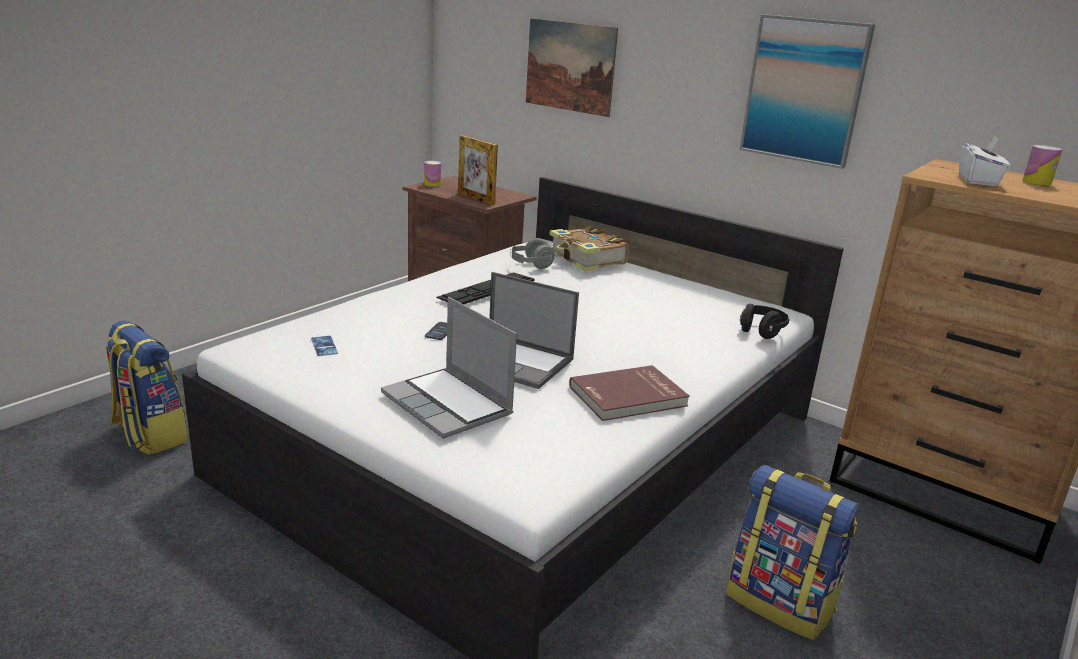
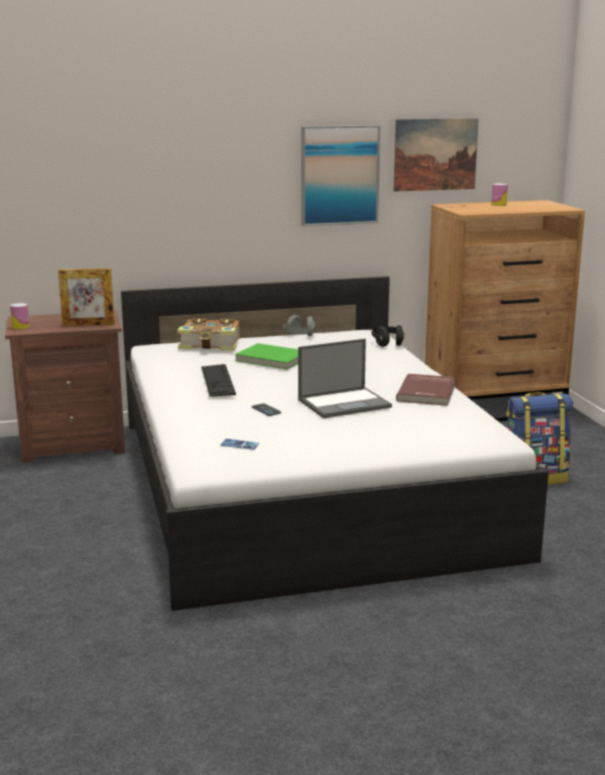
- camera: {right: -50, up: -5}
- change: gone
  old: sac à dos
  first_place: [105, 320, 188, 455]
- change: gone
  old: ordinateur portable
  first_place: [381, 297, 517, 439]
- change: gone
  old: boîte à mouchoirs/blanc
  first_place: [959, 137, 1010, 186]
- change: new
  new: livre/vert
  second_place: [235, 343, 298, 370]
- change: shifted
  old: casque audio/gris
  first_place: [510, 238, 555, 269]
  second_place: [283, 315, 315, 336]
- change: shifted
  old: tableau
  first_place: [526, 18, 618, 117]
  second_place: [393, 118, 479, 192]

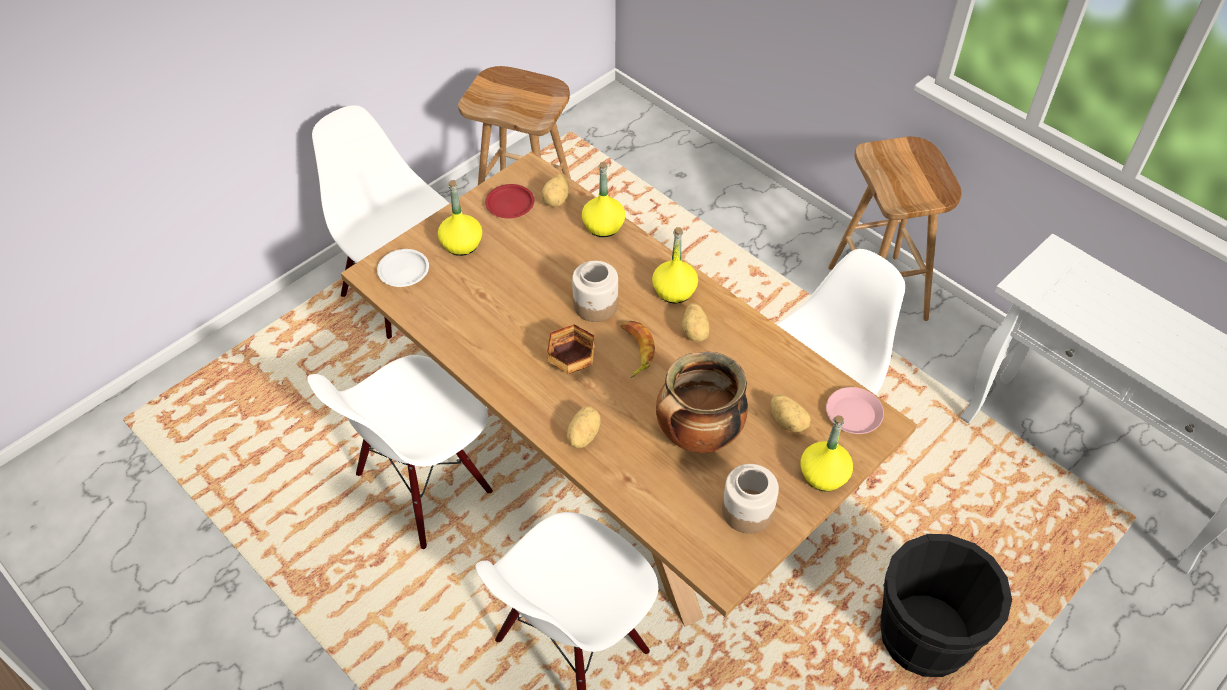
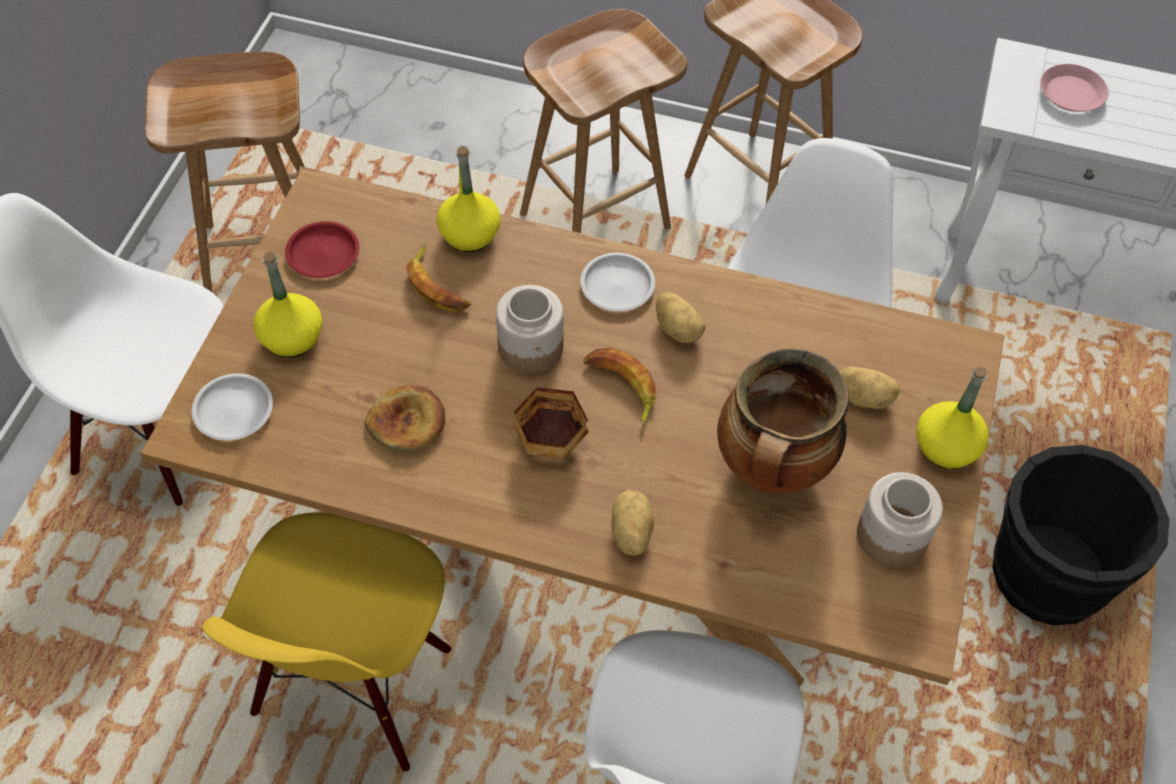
- camera: {right: -30, up: 5}
- change: gone
  old: pomme de terre
  first_place: [542, 174, 569, 207]
- change: new
  new: pain
  second_place: [364, 385, 445, 452]
- change: new
  new: banane
  second_place: [407, 242, 471, 312]
- change: new
  new: tabouret/marron
  second_place: [520, 9, 687, 233]
- change: shifted
  old: assiette/rose
  first_place: [826, 387, 884, 434]
  second_place: [1040, 64, 1108, 112]
- change: swapped
  old: bouteille/jaune
  new: assiette/blanc
  first_place: [652, 227, 698, 303]
  second_place: [580, 253, 655, 311]
- change: repainted
  old: chaise/blanc
  new: chaise/jaune
  first_place: [307, 355, 493, 549]
  second_place: [202, 512, 451, 772]

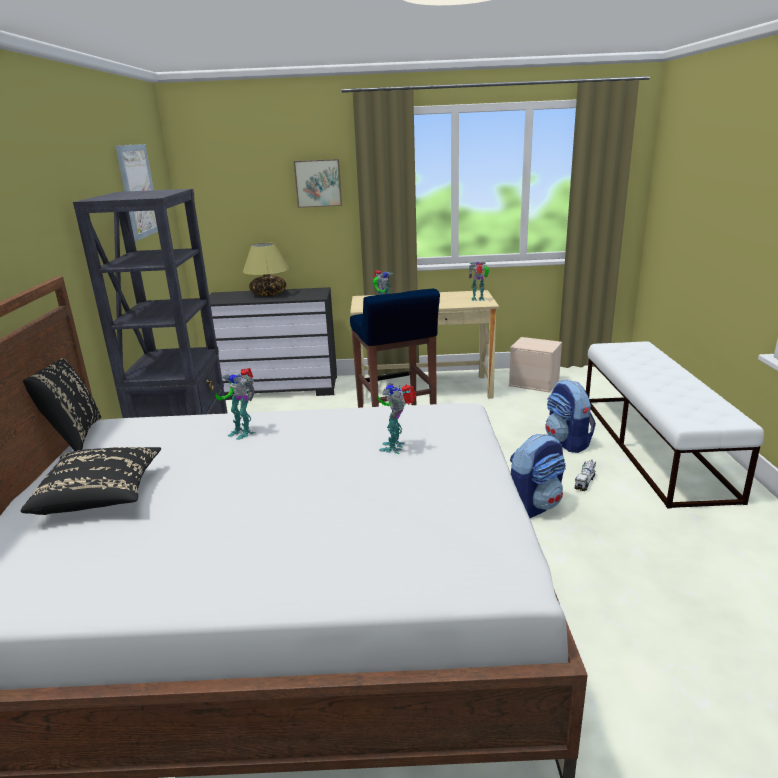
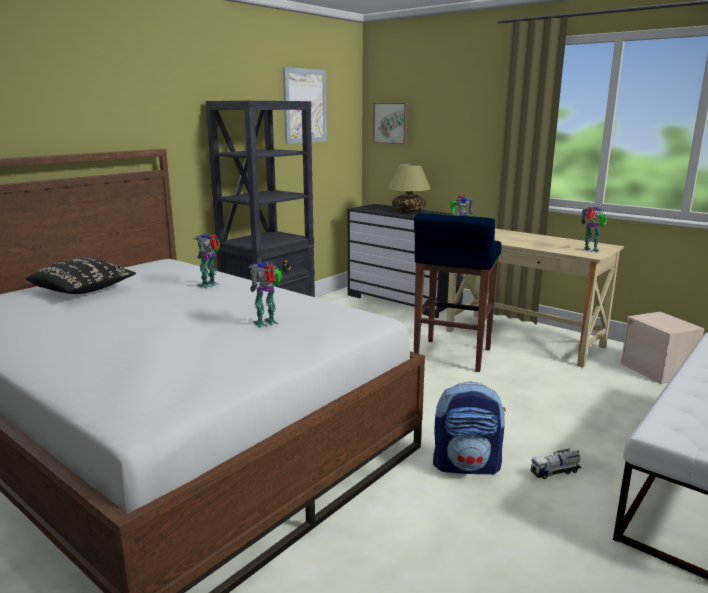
- camera: {right: 40, up: -5}
- change: gone
  old: coussin/noir
  first_place: [23, 358, 101, 451]
- change: gone
  old: sac à dos
  first_place: [545, 380, 596, 453]
- change: shifted
  old: tableau
  first_place: [294, 159, 342, 208]
  second_place: [373, 103, 408, 144]
- change: rotated
  old: robot jouet
  first_place: [216, 368, 256, 440]
  second_place: [193, 233, 220, 289]
  degrees: 45

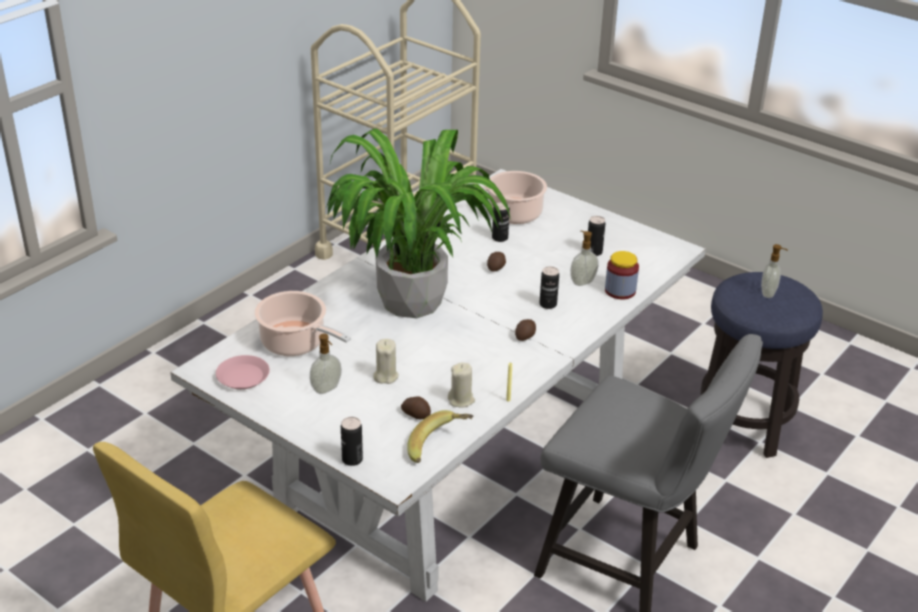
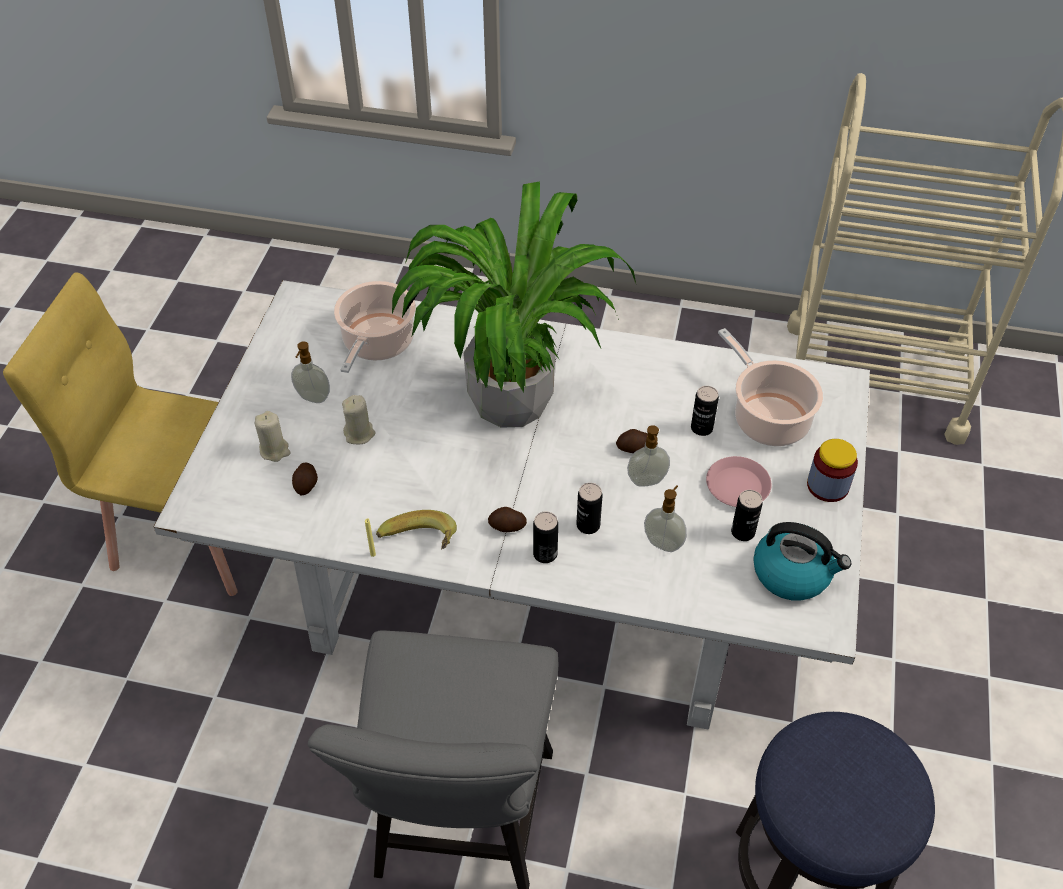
- camera: {right: 65, up: 15}
- change: new
  new: bouilloire
  second_place: [753, 522, 851, 601]
- change: shifted
  old: assiette/rose
  first_place: [216, 355, 270, 389]
  second_place: [706, 456, 772, 507]
- change: shifted
  old: boîte métallique
  first_place: [341, 417, 363, 466]
  second_place: [533, 511, 558, 563]
- change: shifted
  old: banane
  first_place: [407, 410, 473, 463]
  second_place: [376, 510, 457, 550]
- change: shifted
  old: bougie/beige
  first_place: [448, 362, 475, 408]
  second_place: [255, 411, 290, 462]
- change: shifted
  old: bocal
  first_place: [605, 251, 639, 300]
  second_place: [807, 439, 858, 502]
- change: shifted
  old: distributeur de savon
  first_place: [761, 244, 788, 298]
  second_place: [627, 425, 670, 487]

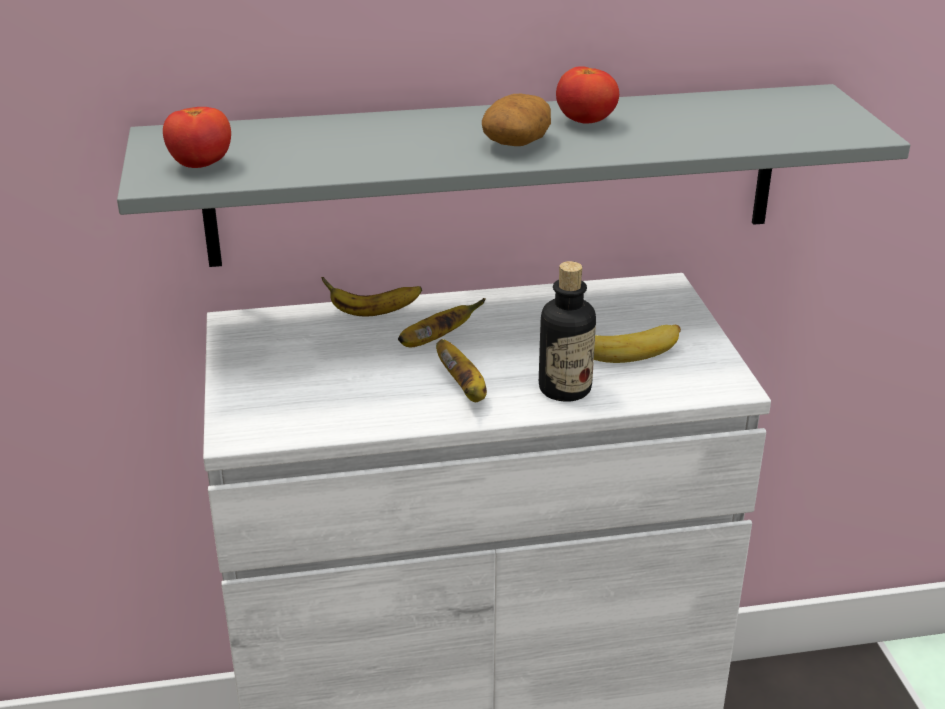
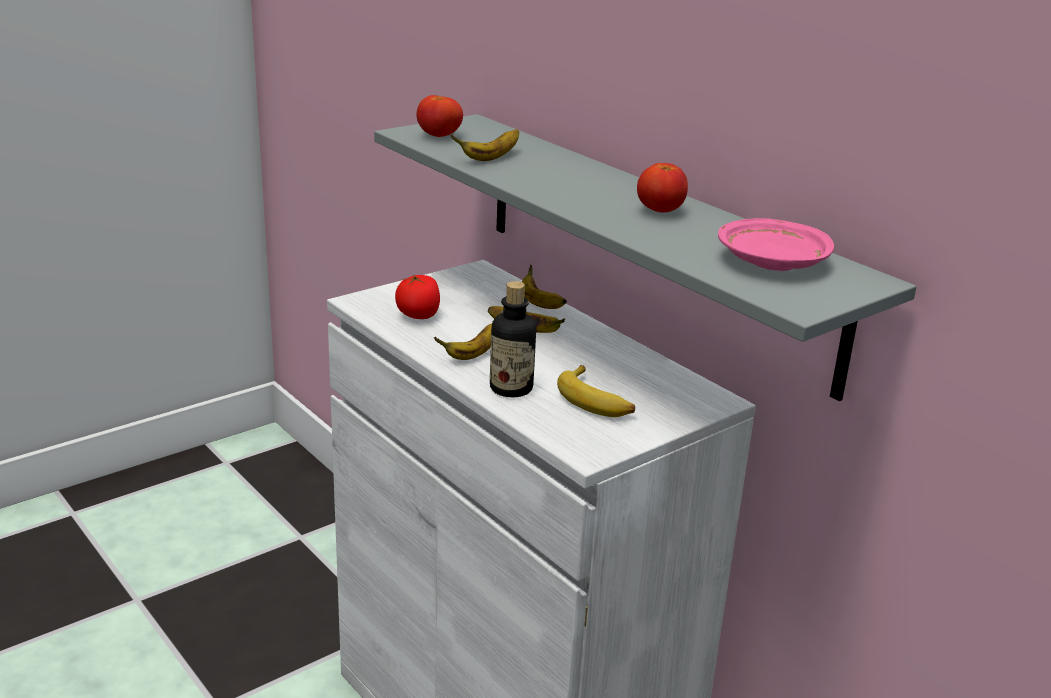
- camera: {right: 60, up: -5}
- change: gone
  old: pomme de terre
  first_place: [482, 94, 551, 146]
- change: new
  new: tomate
  second_place: [395, 274, 440, 319]
- change: new
  new: banane
  second_place: [451, 129, 519, 161]
- change: new
  new: assiette/rose
  second_place: [718, 218, 834, 271]

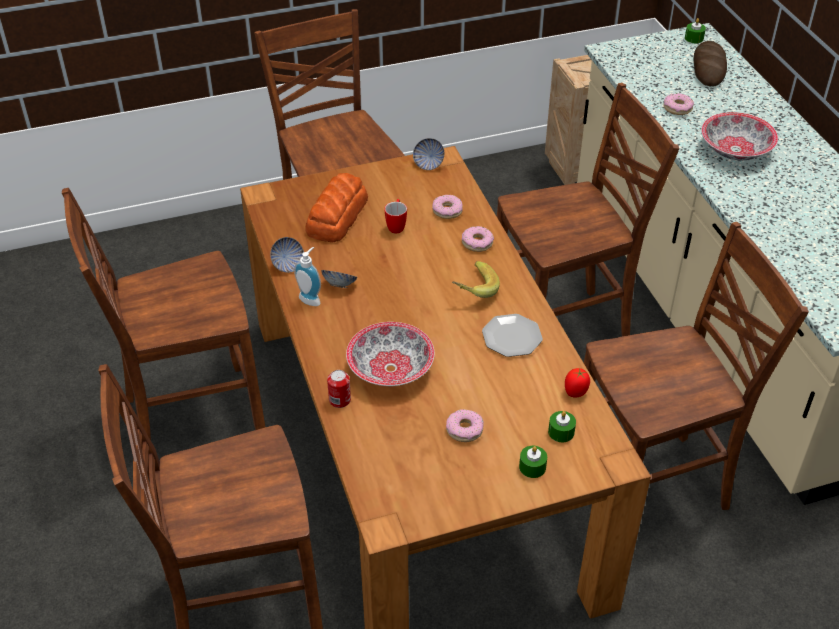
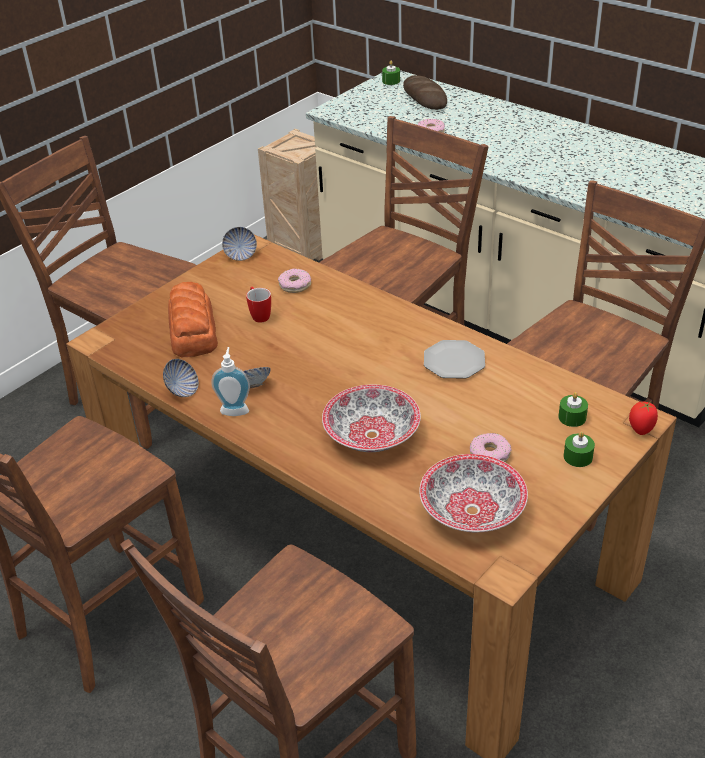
- camera: {right: -30, up: -5}
- change: gone
  old: boîte métallique
  first_place: [327, 370, 351, 408]
- change: gone
  old: banane
  first_place: [452, 261, 500, 298]
- change: gone
  old: beignet
  first_place: [462, 226, 494, 252]
- change: shifted
  old: tomate
  first_place: [565, 368, 590, 397]
  second_place: [629, 402, 658, 435]
- change: shifted
  old: bol
  first_place: [701, 112, 778, 160]
  second_place: [419, 454, 528, 532]

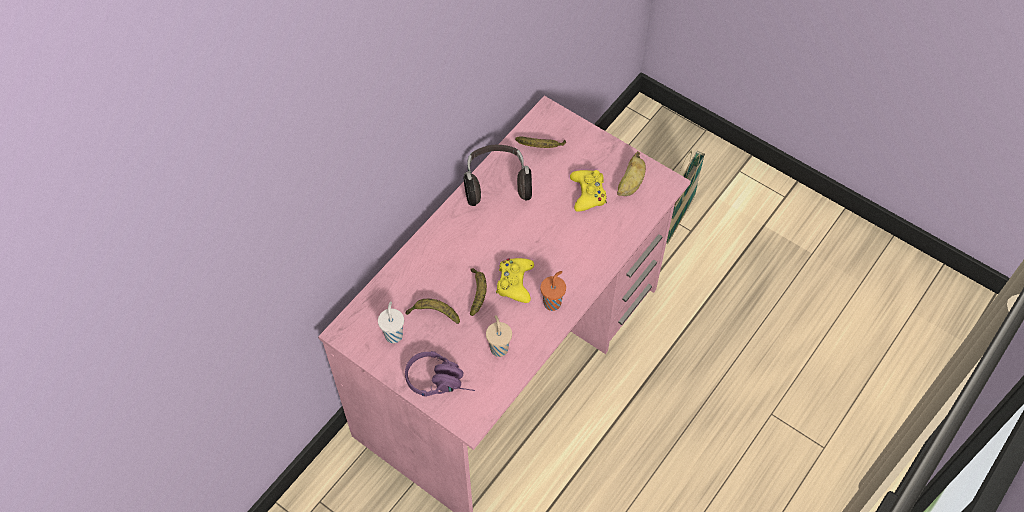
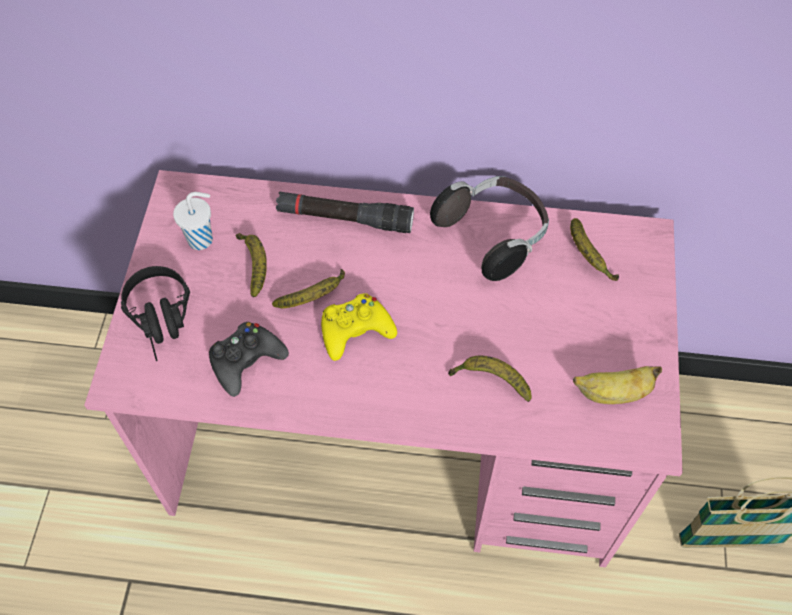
- camera: {right: 60, up: 0}
- change: gone
  old: tasse/orange
  first_place: [541, 271, 566, 311]
- change: gone
  old: manette/jaune
  first_place: [570, 170, 607, 212]
- change: new
  new: lampe de poche/noir
  second_place: [276, 192, 414, 233]
- change: new
  new: banane
  second_place: [448, 355, 531, 402]
- change: swapped
  old: tasse/beige
  new: manette/noir
  first_place: [486, 315, 512, 357]
  second_place: [209, 322, 289, 397]
- change: repainted
  old: casque audio/violet
  new: casque audio/noir
  first_place: [405, 351, 475, 397]
  second_place: [121, 266, 190, 361]

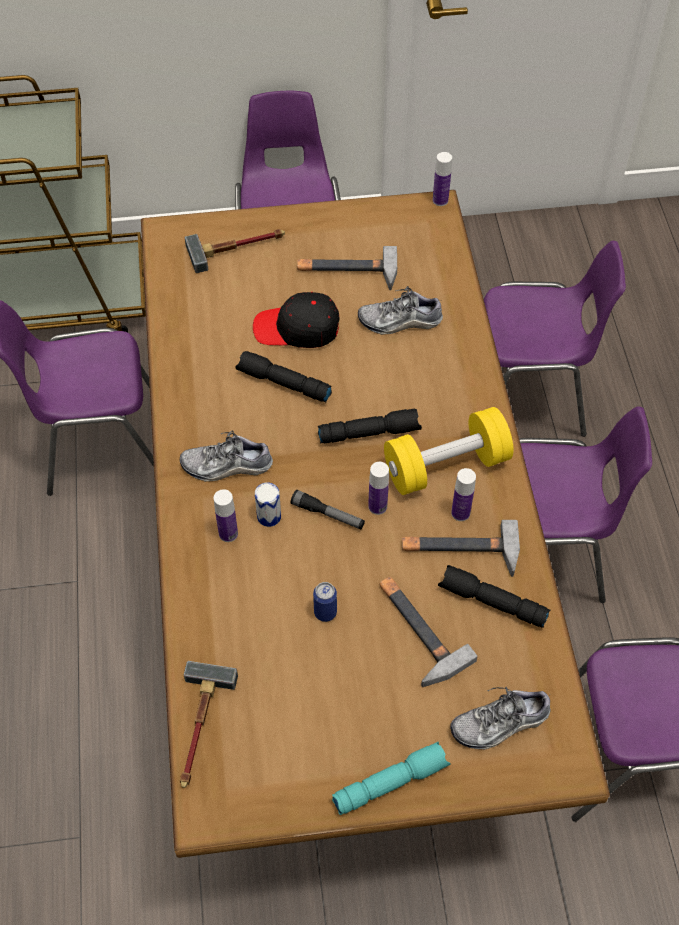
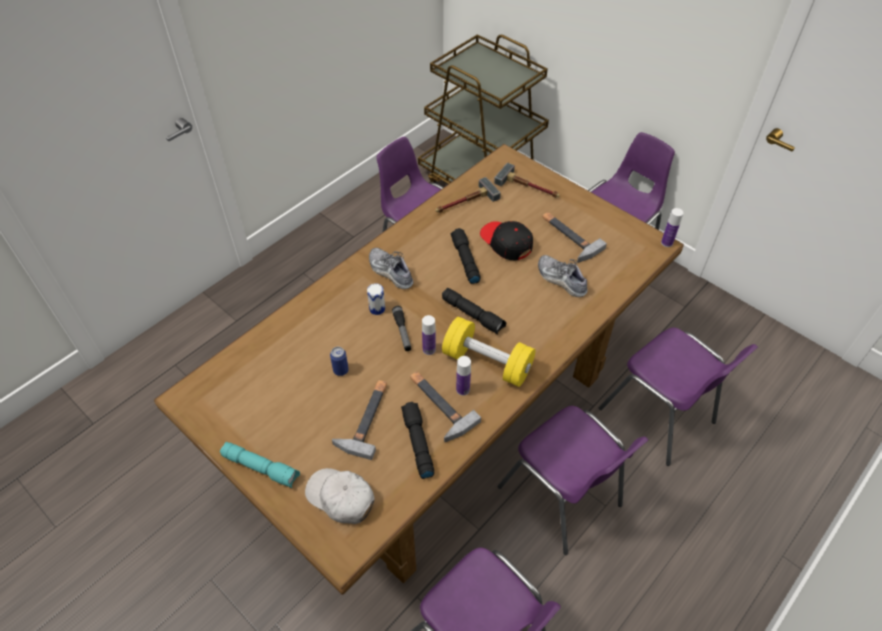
- camera: {right: 50, up: -5}
- change: gone
  old: bouteille
  first_place: [214, 489, 238, 542]
- change: shifted
  old: marteau
  first_place: [180, 661, 238, 788]
  second_place: [435, 177, 501, 213]
- change: swapped
  old: chaussure
  new: casquette/blanc
  first_place: [450, 687, 551, 750]
  second_place: [305, 468, 375, 524]

